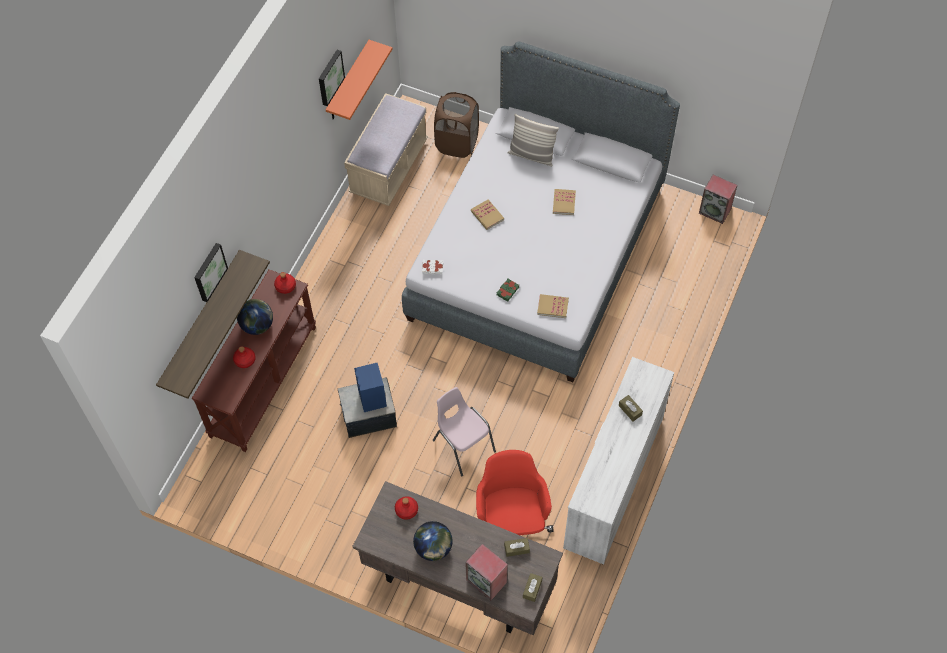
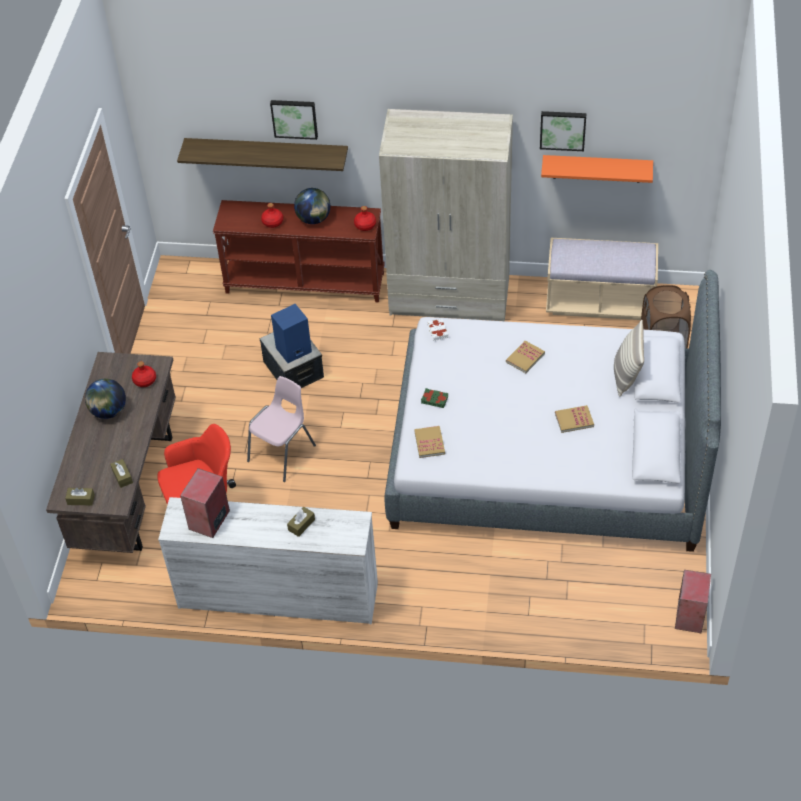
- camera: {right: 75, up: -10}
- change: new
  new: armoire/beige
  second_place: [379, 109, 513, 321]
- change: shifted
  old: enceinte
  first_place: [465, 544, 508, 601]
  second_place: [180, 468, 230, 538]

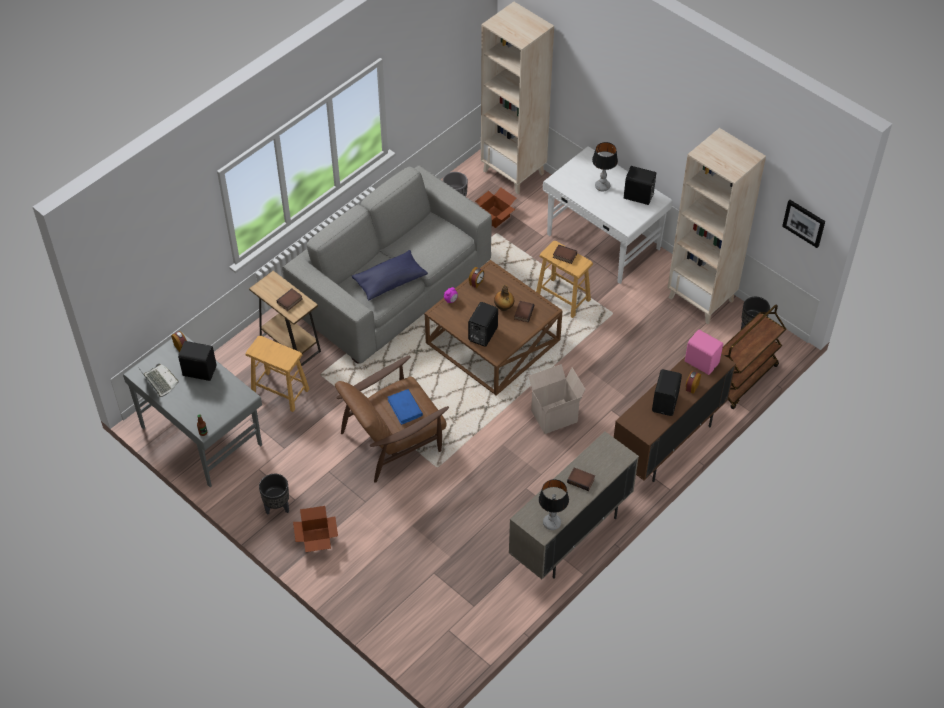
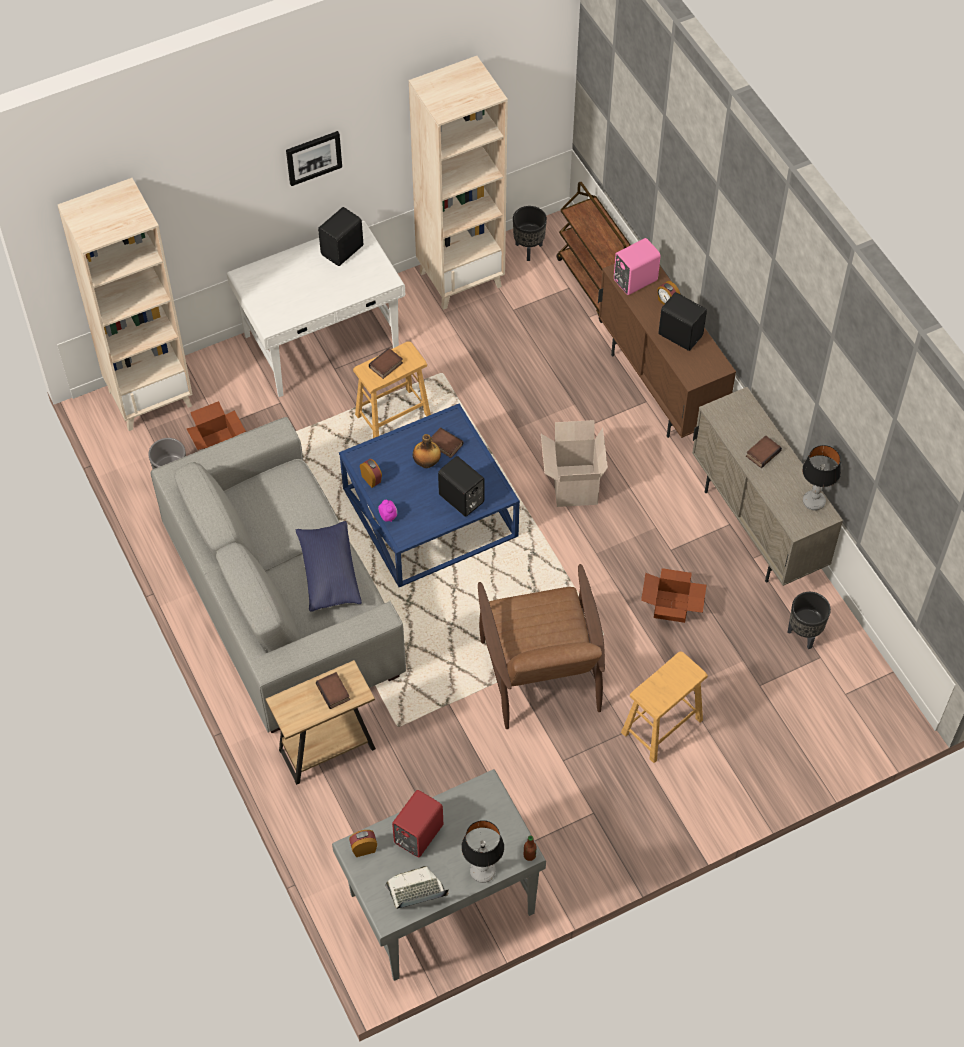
- camera: {right: -70, up: 5}
- change: gone
  old: livre/bleu
  first_place: [388, 389, 423, 425]
- change: shifted
  old: tabouret/marron
  first_place: [246, 336, 309, 412]
  second_place: [621, 651, 708, 763]
- change: shifted
  old: cache-pot/noir
  first_place: [259, 474, 289, 515]
  second_place: [787, 592, 831, 649]
- change: shifted
  old: carton
  first_place: [293, 506, 338, 552]
  second_place: [641, 568, 707, 623]
- change: shifted
  old: lampe de table
  first_place: [592, 142, 618, 192]
  second_place: [461, 821, 504, 883]
- change: shifted
  old: tableau
  first_place: [782, 200, 825, 248]
  second_place: [286, 131, 342, 186]
- change: repainted
  old: enceinte/noir
  new: enceinte/rouge
  first_place: [178, 341, 216, 381]
  second_place: [392, 790, 443, 857]
- change: repainted
  old: table basse/marron
  new: table basse/bleu
  first_place: [424, 260, 563, 396]
  second_place: [339, 404, 520, 587]

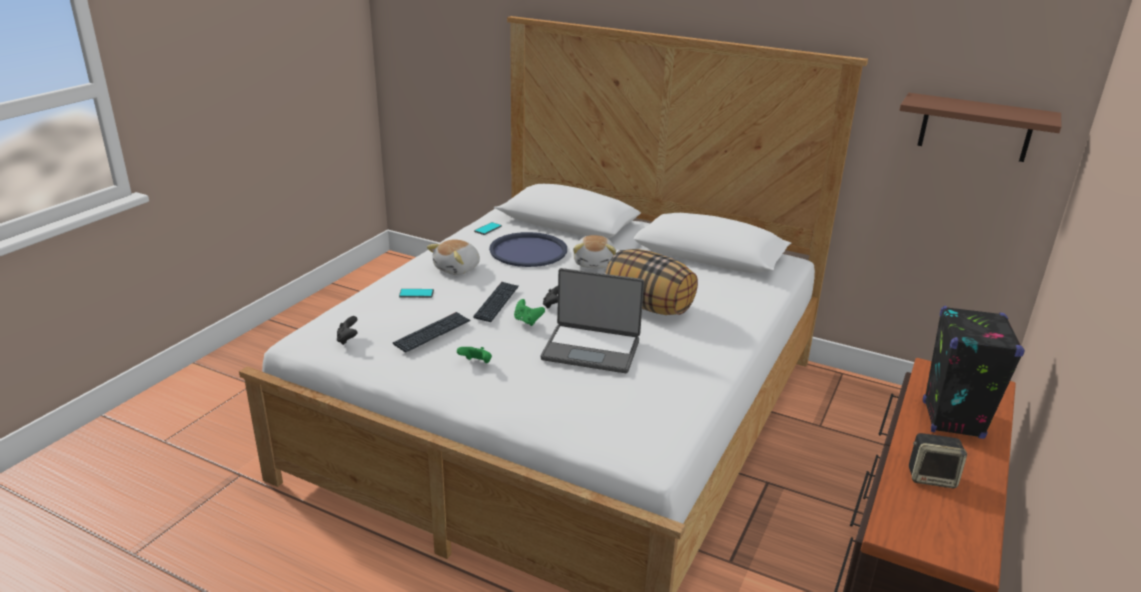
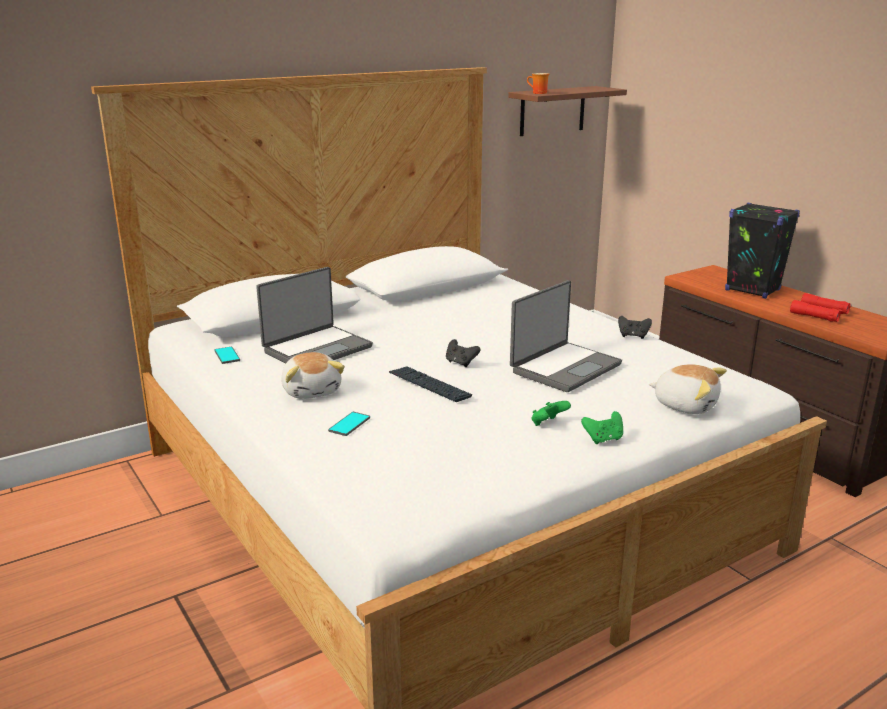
- camera: {right: -60, up: -5}
- change: gone
  old: clavier
  first_place: [393, 312, 470, 353]
- change: gone
  old: coussin
  first_place: [605, 249, 698, 315]
- change: new
  new: mug
  second_place: [527, 73, 549, 94]
- change: shifted
  old: manette/noir
  first_place: [337, 316, 358, 345]
  second_place: [618, 316, 652, 339]
- change: shifted
  old: manette/vert
  first_place: [514, 299, 545, 326]
  second_place: [581, 411, 623, 444]
- change: shifted
  old: peluche
  first_place: [573, 235, 616, 269]
  second_place: [649, 364, 727, 414]
- change: swapped
  old: plateau/bleu
  new: ordinateur portable
  first_place: [489, 232, 567, 267]
  second_place: [256, 267, 373, 363]
- change: swapped
  old: enceinte
  new: jumelles/rouge
  first_place: [909, 433, 967, 488]
  second_place: [790, 293, 851, 322]

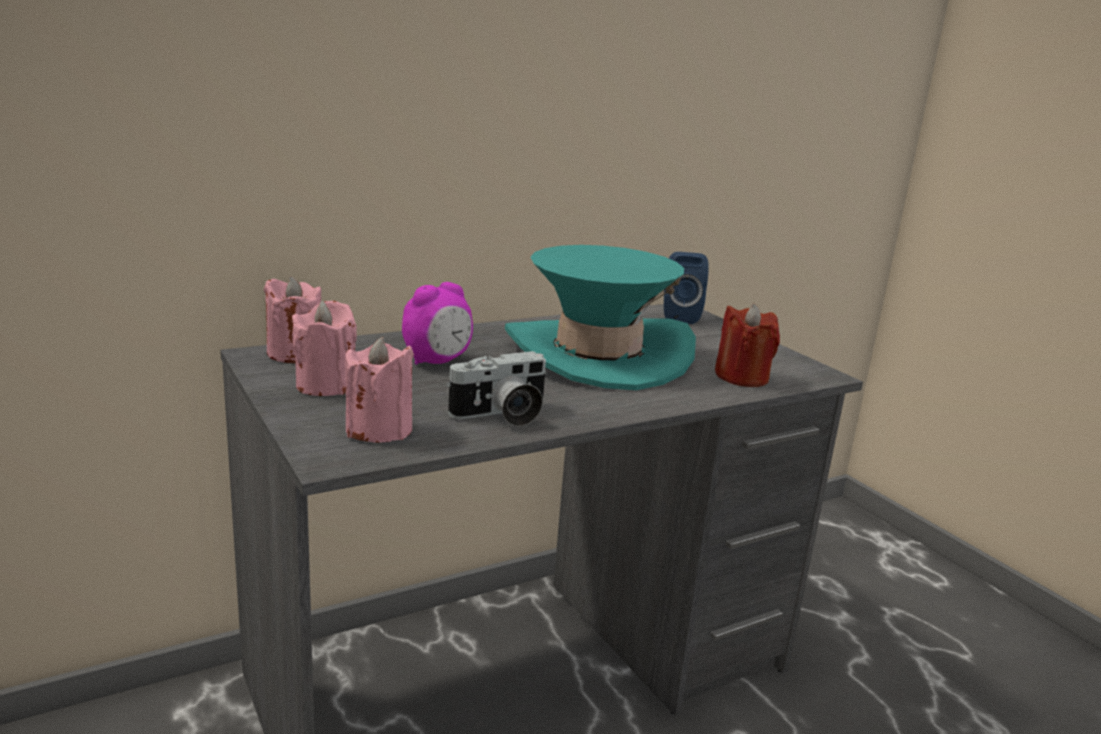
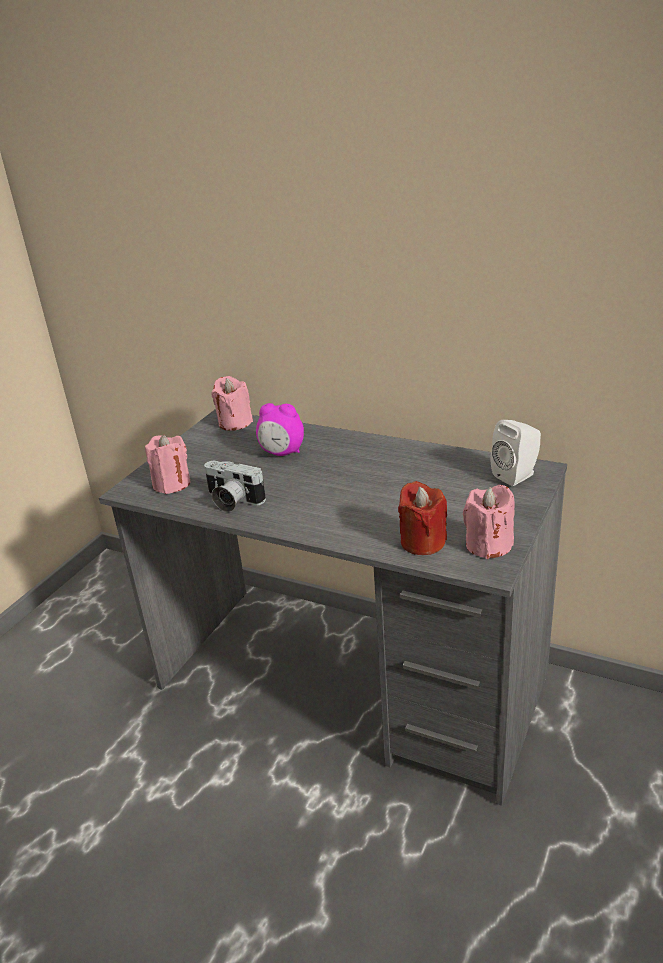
- camera: {right: 60, up: 10}
- change: gone
  old: chapeau/turquoise
  first_place: [505, 245, 696, 390]
- change: shifted
  old: bougie/rose
  first_place: [292, 300, 357, 396]
  second_place: [463, 485, 515, 559]
- change: repainted
  old: enceinte/bleu
  new: enceinte/blanc
  first_place: [664, 252, 709, 324]
  second_place: [491, 420, 541, 486]

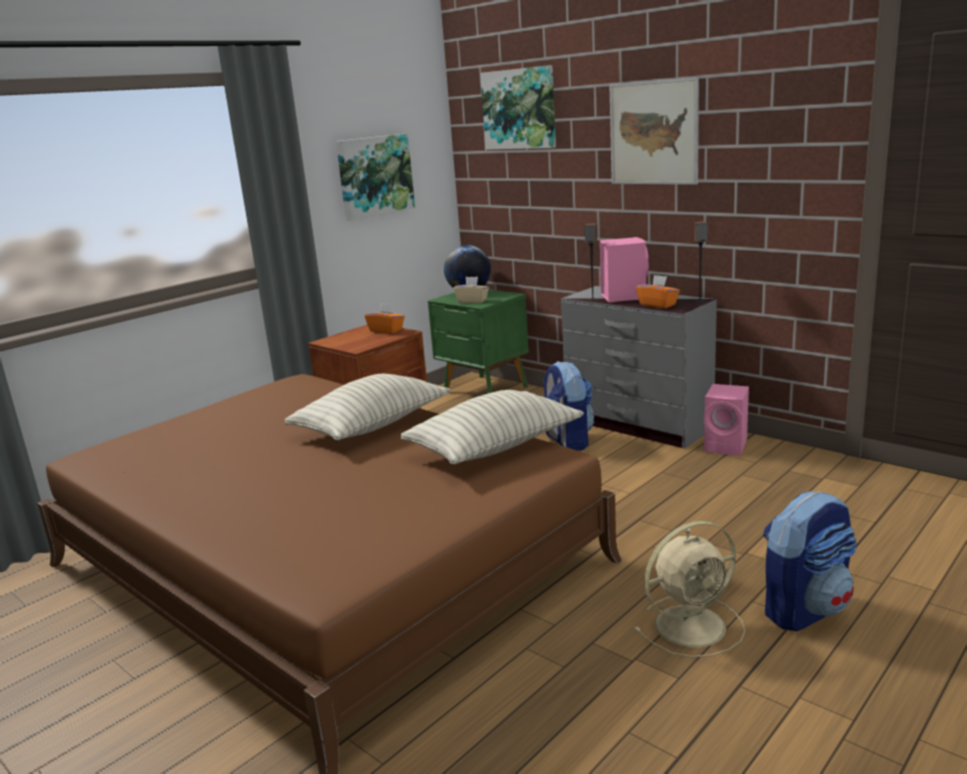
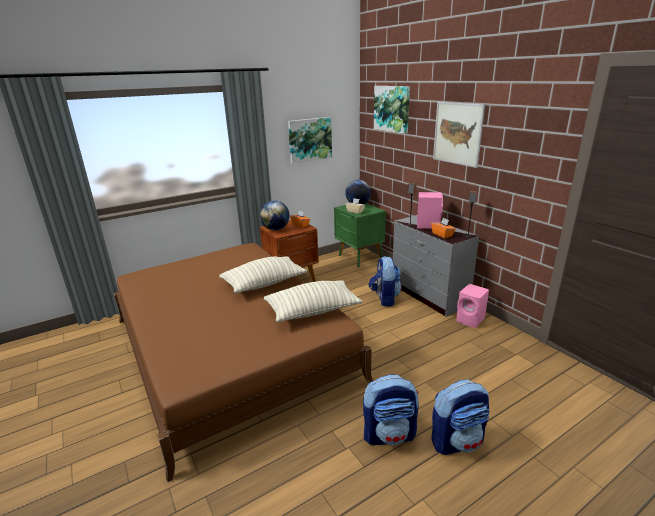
- camera: {right: 15, up: 5}
- change: new
  new: globe
  second_place: [260, 200, 290, 230]
- change: swapped
  old: ventilateur/beige
  new: sac à dos
  first_place: [634, 521, 745, 658]
  second_place: [363, 374, 419, 445]

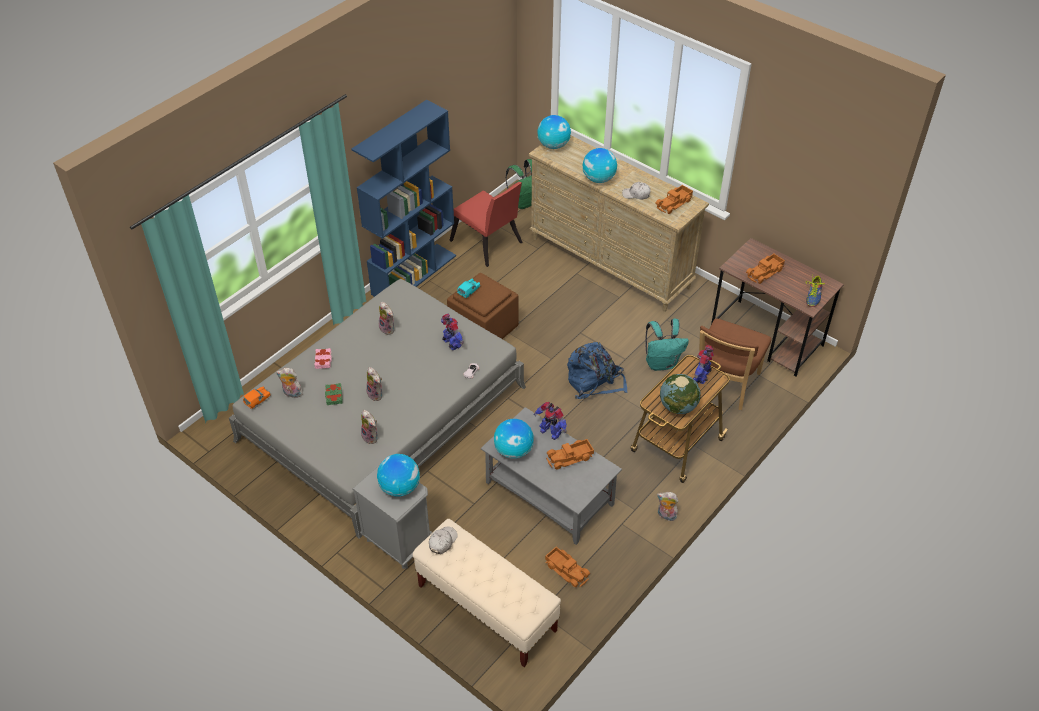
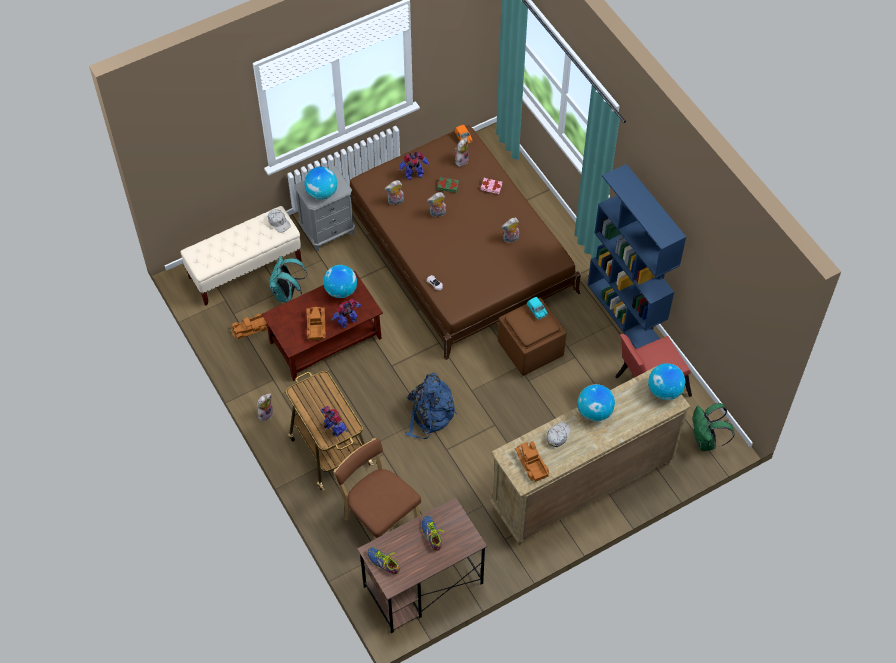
- camera: {right: 110, up: 10}
- change: gone
  old: globe
  first_place: [660, 374, 701, 414]
- change: shifted
  old: robot jouet
  first_place: [441, 314, 464, 350]
  second_place: [399, 151, 430, 180]
- change: shifted
  old: sac à dos/turquoise
  first_place: [645, 319, 689, 371]
  second_place: [269, 256, 307, 302]
- change: swapped
  old: camion jouet
  new: chaussure
  first_place: [746, 254, 785, 284]
  second_place: [422, 515, 444, 551]
- change: repainted
  old: lit/gris
  new: lit/marron
  first_place: [229, 279, 526, 539]
  second_place: [350, 125, 581, 360]
- change: repainted
  old: table basse/gris
  new: table basse/marron
  first_place: [481, 407, 622, 545]
  second_place: [262, 271, 383, 381]

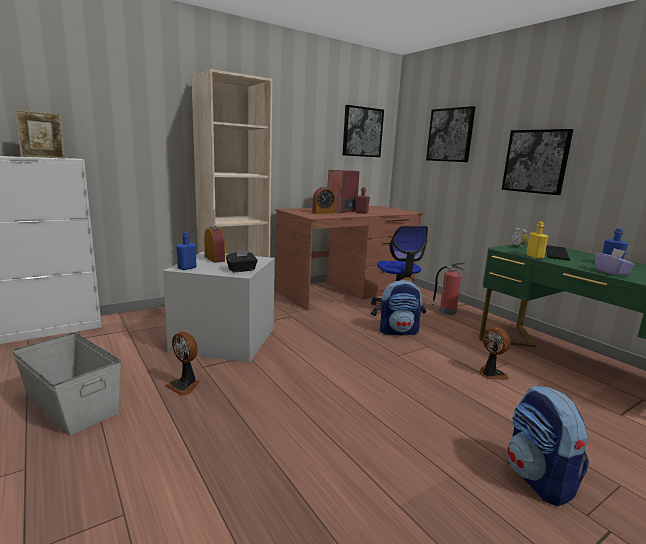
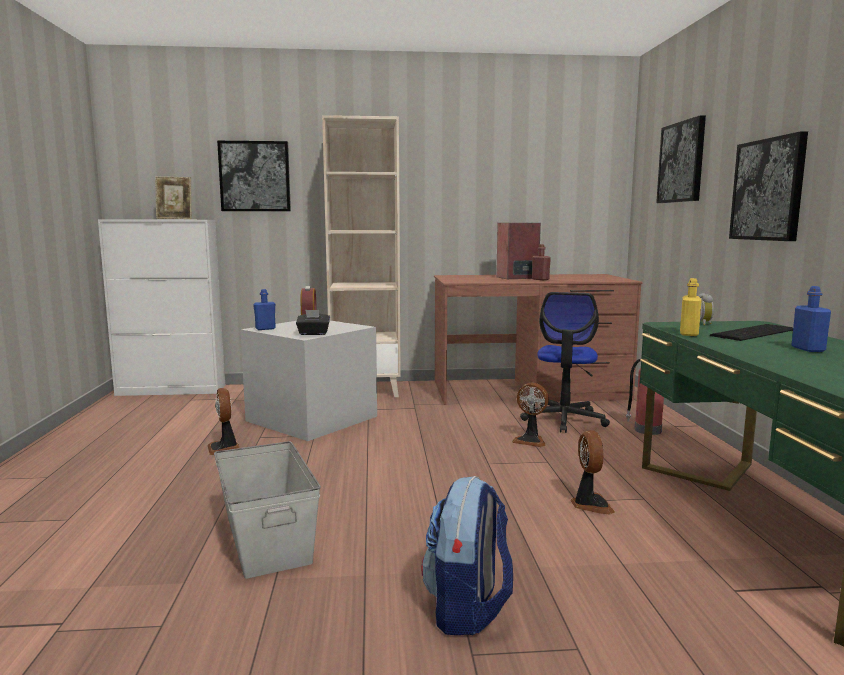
- camera: {right: 30, up: -5}
- change: gone
  old: réveil
  first_place: [312, 187, 335, 214]
- change: gone
  old: boîte à mouchoirs/violet
  first_place: [595, 248, 635, 276]
- change: shifted
  old: boîte de rangement/gris
  first_place: [12, 332, 121, 435]
  second_place: [214, 441, 321, 579]
- change: shifted
  old: tableau
  first_place: [343, 105, 384, 157]
  second_place: [217, 141, 291, 211]
- change: swapped
  old: sac à dos
  new: ventilateur
  first_place: [380, 280, 422, 335]
  second_place: [512, 383, 549, 447]

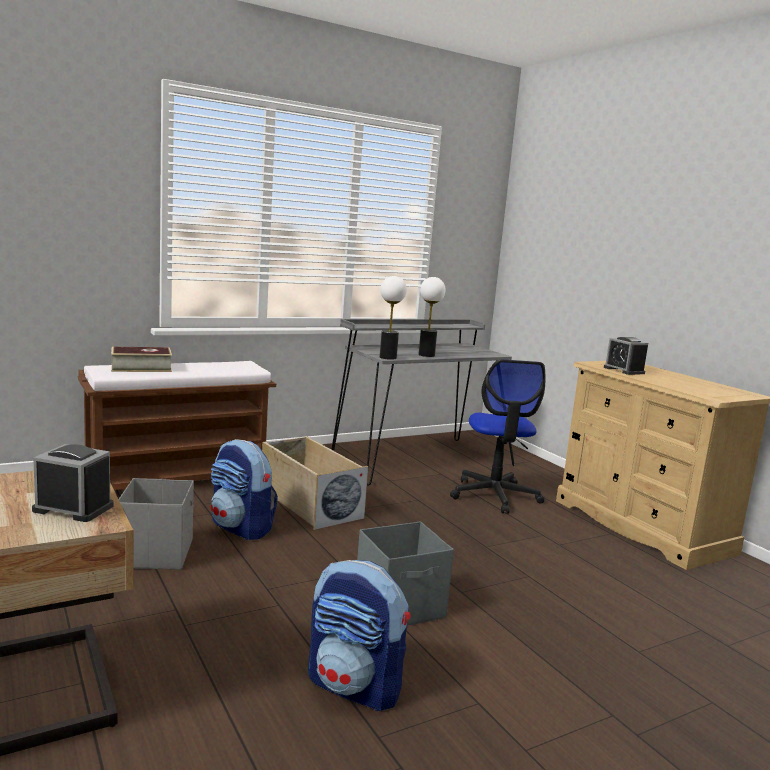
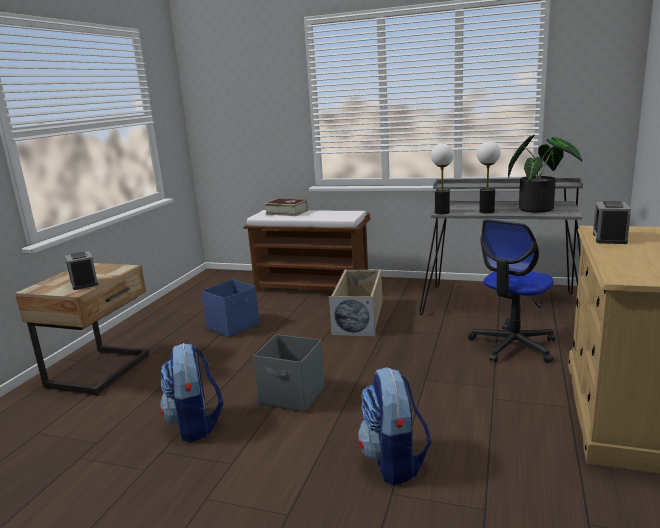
- camera: {right: 50, up: 5}
- change: new
  new: plante en pot
  second_place: [508, 135, 582, 213]
- change: shifted
  old: sac à dos
  first_place: [211, 439, 278, 540]
  second_place: [358, 367, 432, 485]
- change: repainted
  old: boîte de rangement/gris
  new: boîte de rangement/bleu
  first_place: [119, 478, 194, 570]
  second_place: [201, 279, 260, 337]

